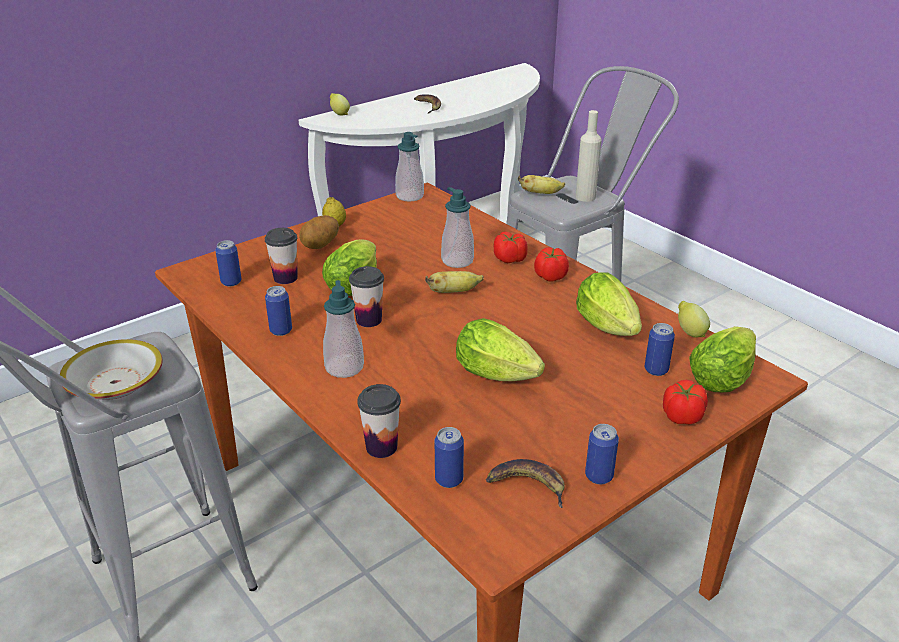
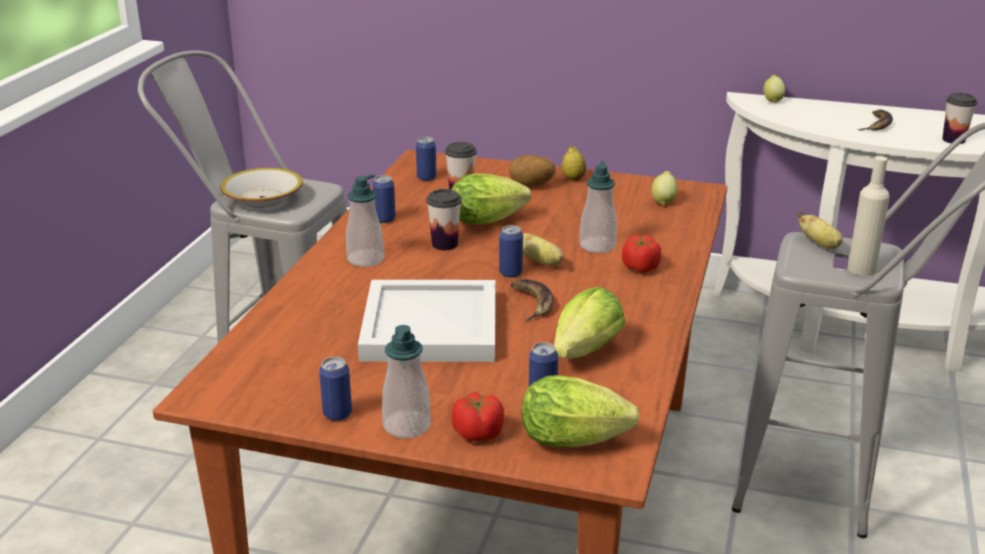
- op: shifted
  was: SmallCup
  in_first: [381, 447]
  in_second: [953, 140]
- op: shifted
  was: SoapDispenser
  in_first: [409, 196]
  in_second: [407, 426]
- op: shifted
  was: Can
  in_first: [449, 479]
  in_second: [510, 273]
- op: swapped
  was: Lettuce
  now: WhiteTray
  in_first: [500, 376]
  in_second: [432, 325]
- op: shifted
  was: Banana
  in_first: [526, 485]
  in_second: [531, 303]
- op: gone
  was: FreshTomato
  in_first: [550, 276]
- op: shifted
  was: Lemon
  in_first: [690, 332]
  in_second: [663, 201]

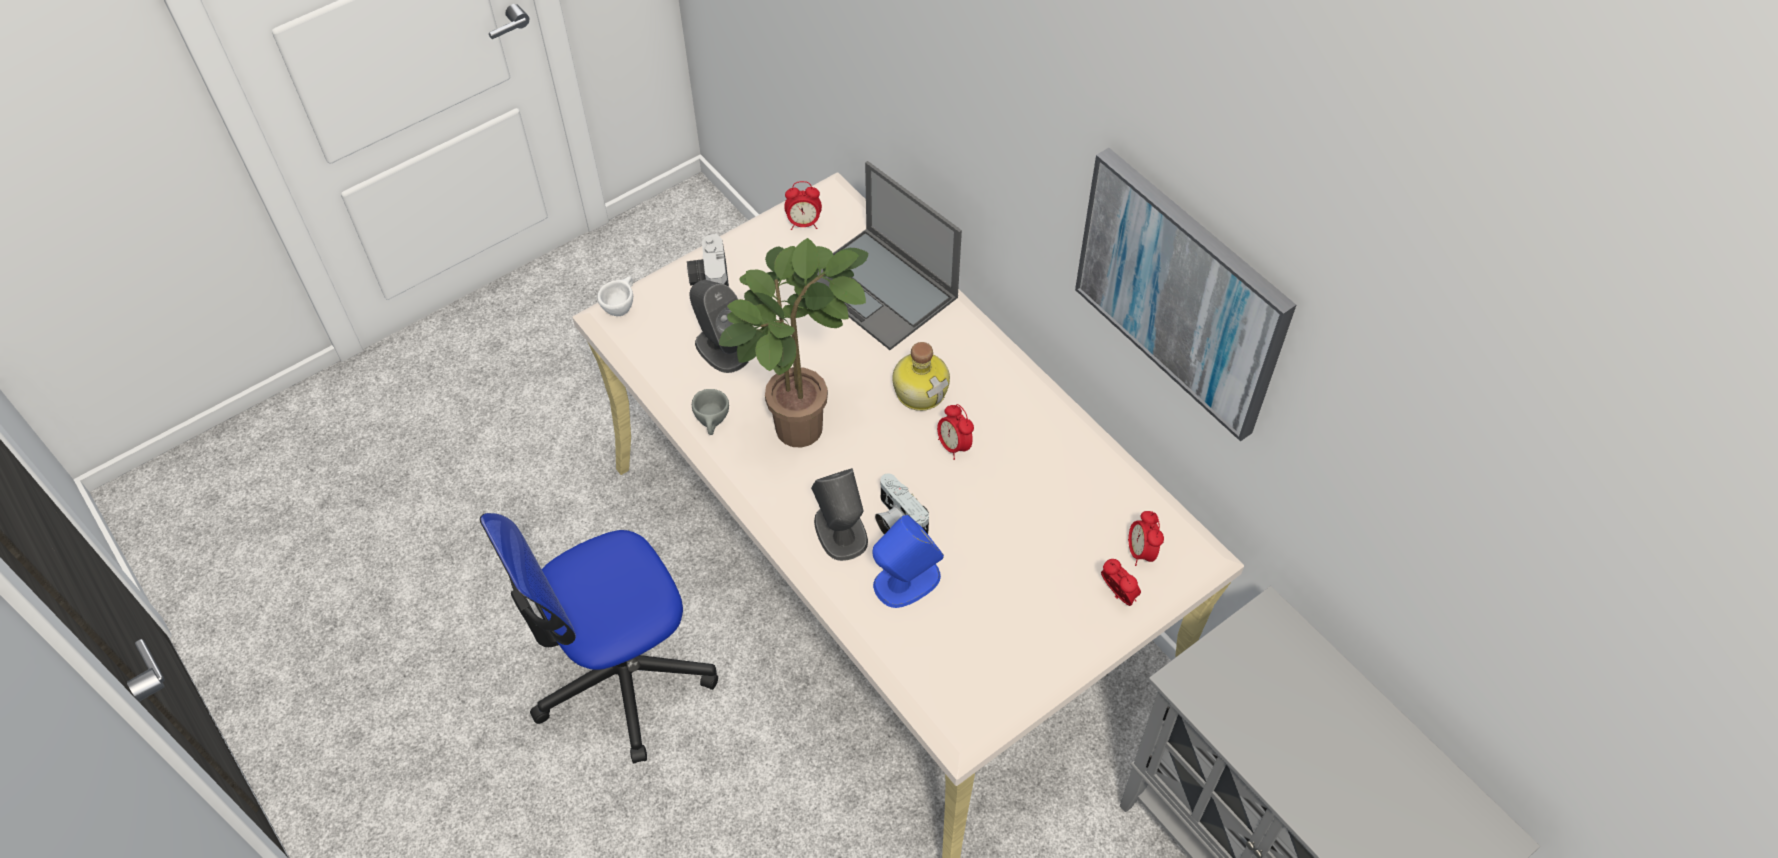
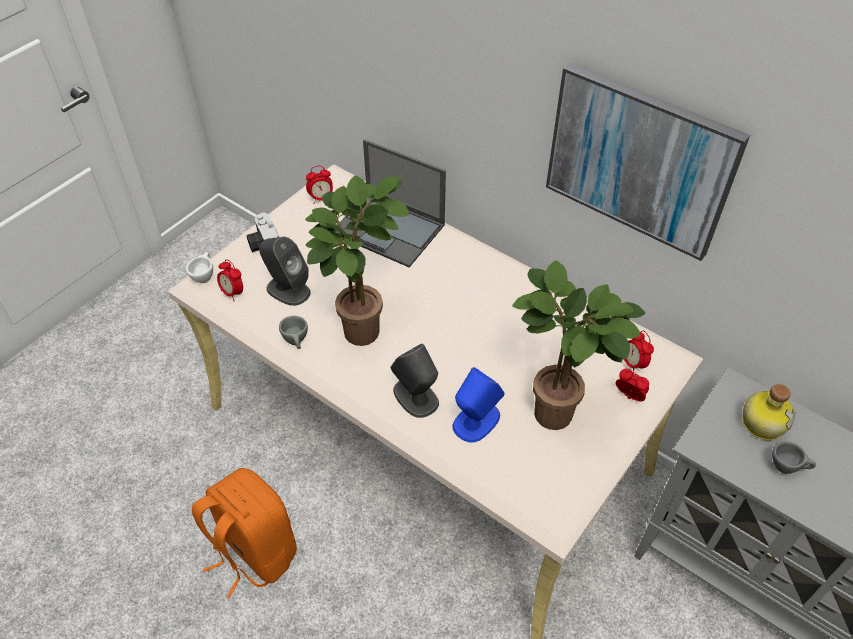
- op: swapped
  was: OfficeChair
  now: OrangeyRucksack
  in_first: [622, 674]
  in_second: [253, 552]
- op: gone
  was: StillCamera
  in_first: [896, 520]
- op: shifted
  was: DrinkBottle
  in_first: [921, 390]
  in_second: [762, 422]
- op: shifted
  was: TableClock
  in_first: [954, 446]
  in_second: [233, 293]
- op: new
  now: PlantInAPot
  in_second: [560, 415]
- op: new
  now: GraySmallCup
  in_second: [787, 468]

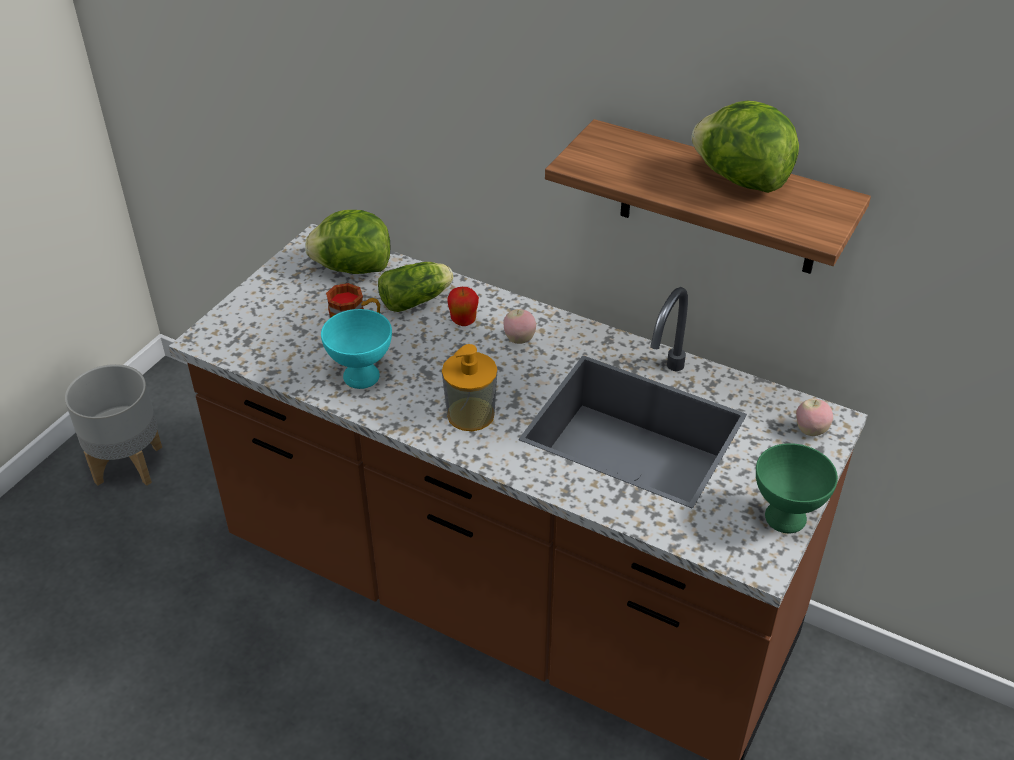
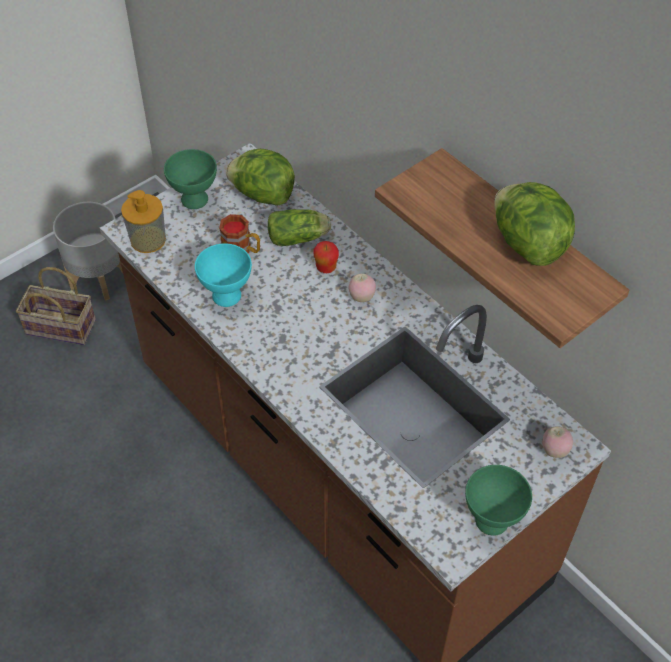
- op: shifted
  was: SoapDispenser
  in_first: [470, 414]
  in_second: [148, 239]
- op: new
  now: StorageBasket
  in_second: [58, 328]
- op: new
  now: GreenColouredServingBowl
  in_second: [193, 199]

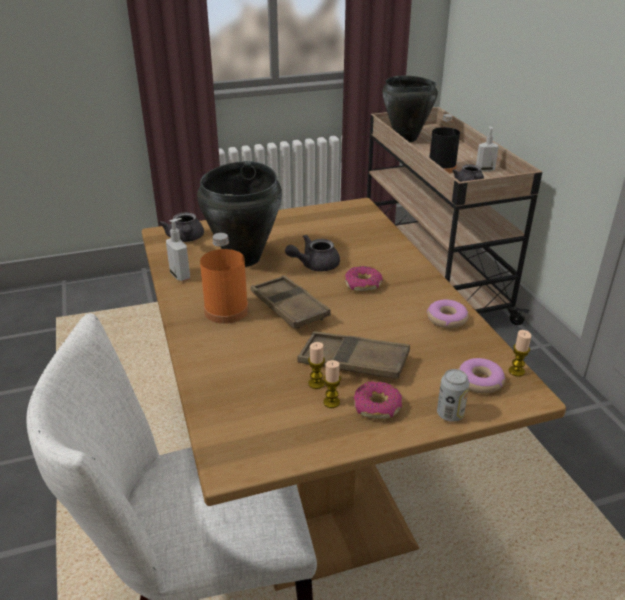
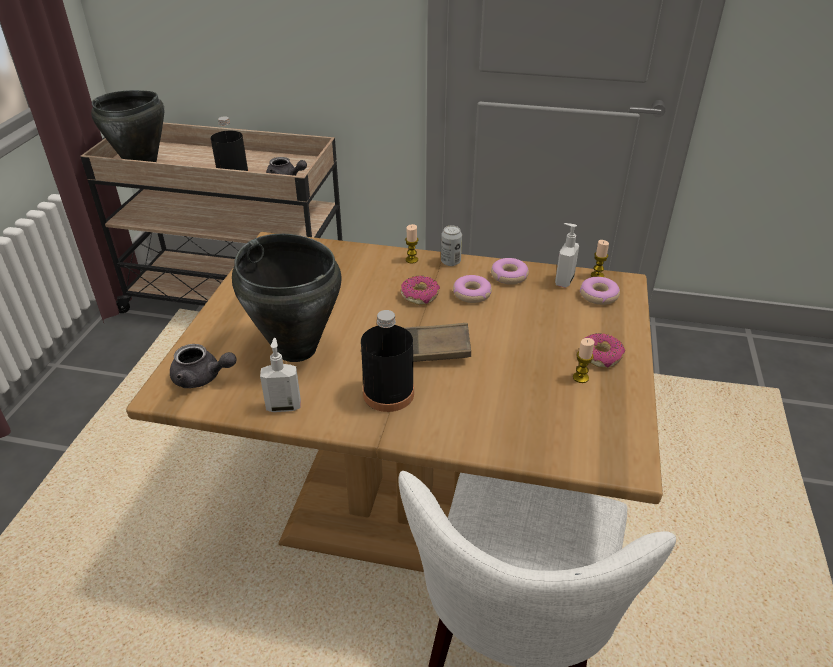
- op: repainted
  was: OrangeyDrinkBottle
  now: BlackishDrinkBottle
  in_first: [226, 310]
  in_second: [388, 393]
- op: gone
  was: GrayTeapot
  in_first: [314, 265]
- op: gone
  was: BrownishTray
  in_first: [353, 361]
- op: shifted
  was: WaxLight
  in_first: [316, 383]
  in_second: [411, 260]
- op: shifted
  was: Can
  in_first: [450, 414]
  in_second: [450, 262]
- op: shifted
  was: SoapDispenser
  in_first: [484, 169]
  in_second: [563, 281]
- op: new
  now: RingDoughnut
  in_second: [472, 294]

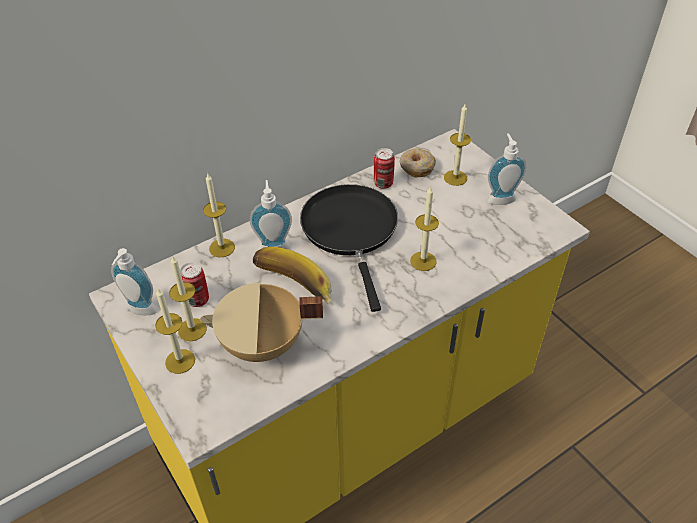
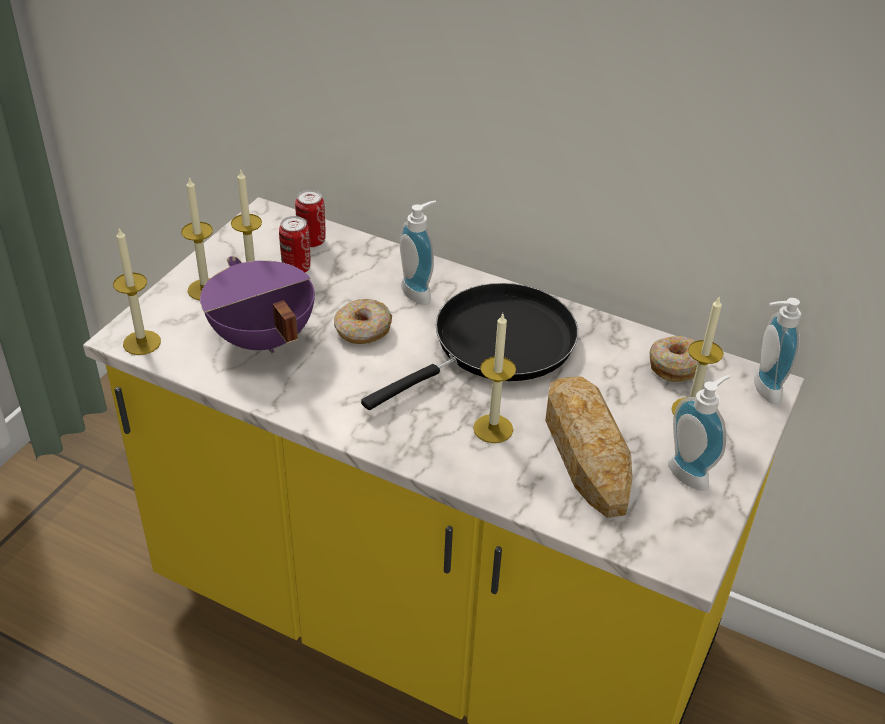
- op: shifted
  was: SoapDispenser
  in_first: [139, 311]
  in_second: [761, 389]
- op: repainted
  was: BeigeColouredSaucepot
  now: PurplishSaucepot
  in_first: [262, 346]
  in_second: [261, 339]
- op: shifted
  was: WaxLight
  in_first: [222, 248]
  in_second: [142, 342]
- op: swapped
  was: Banana
  now: RingDoughnut
  in_first: [292, 287]
  in_second: [363, 330]
- op: shifted
  was: Can
  in_first: [383, 183]
  in_second: [312, 241]
- op: new
  now: BakedBread
  in_second: [585, 451]

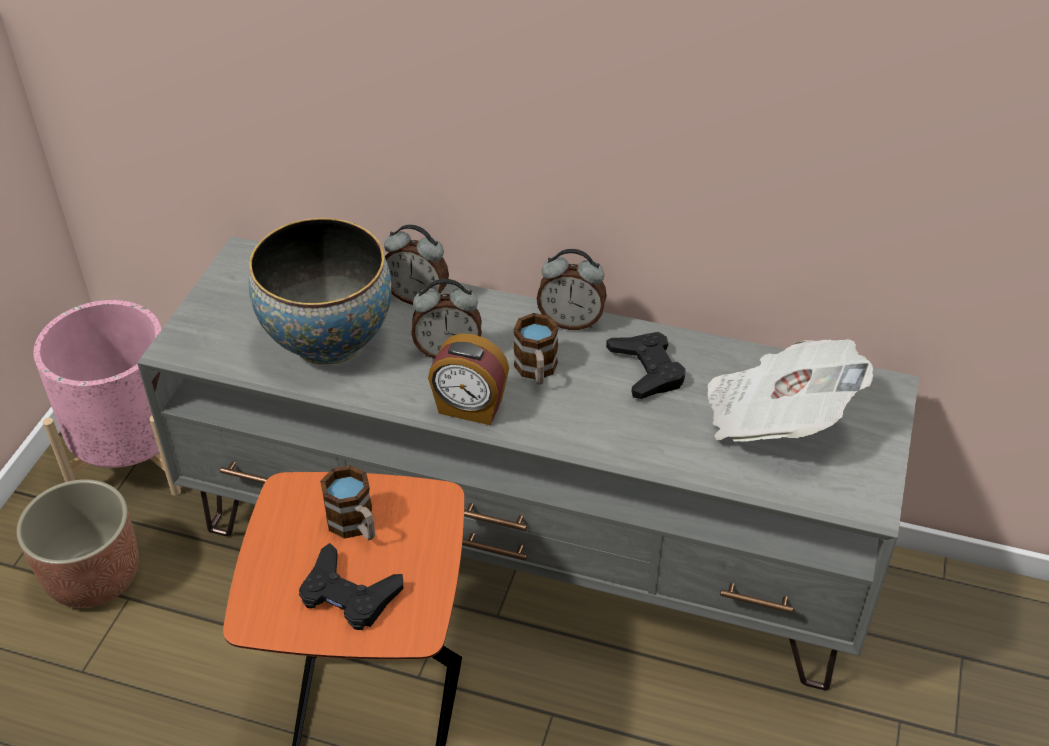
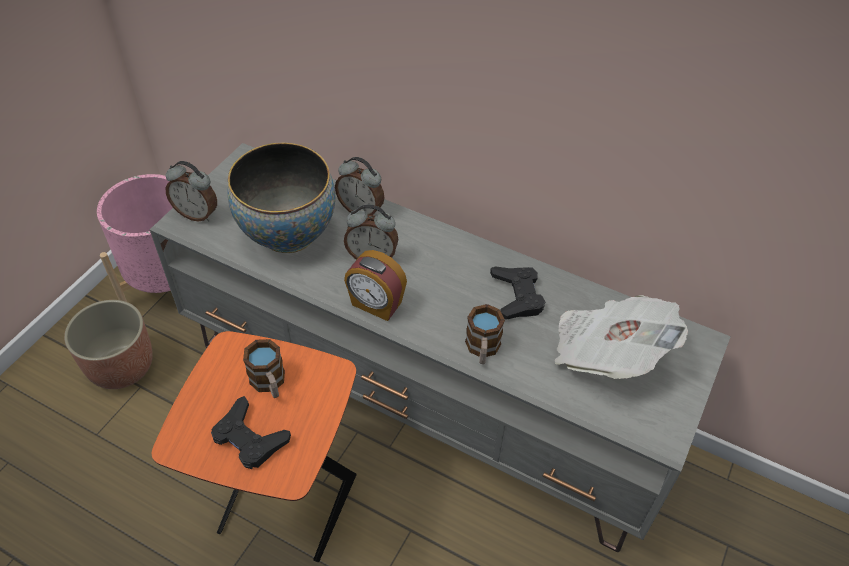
- op: shifted
  was: TeaMug
  in_first: [536, 371]
  in_second: [482, 349]
- op: shifted
  was: TableClock
  in_first: [571, 321]
  in_second: [197, 214]

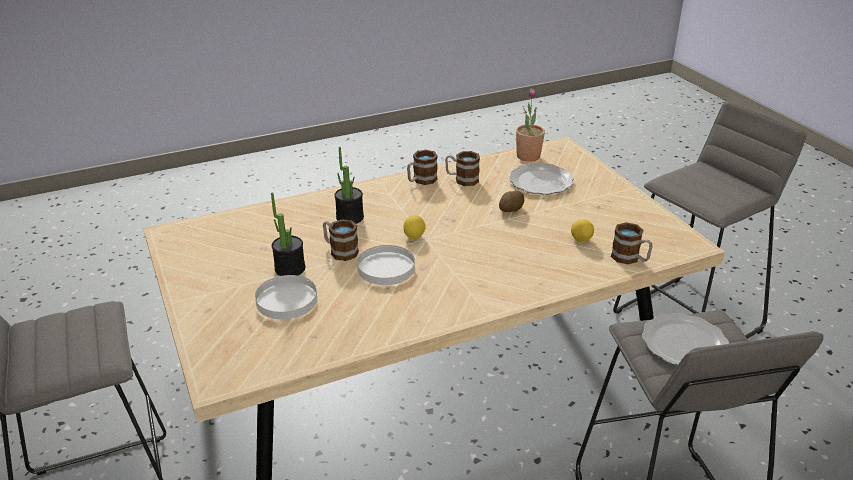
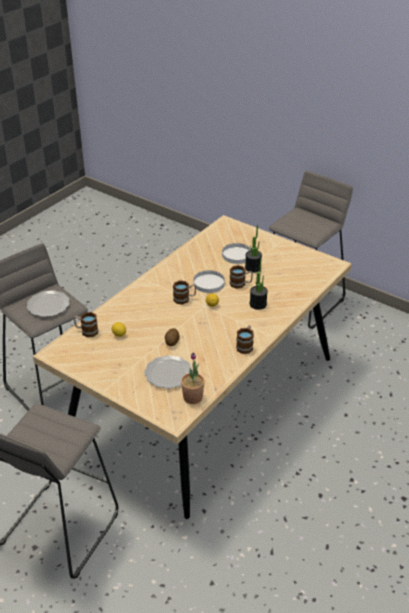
- op: shifted
  was: TeaMug
  in_first: [462, 179]
  in_second: [184, 299]

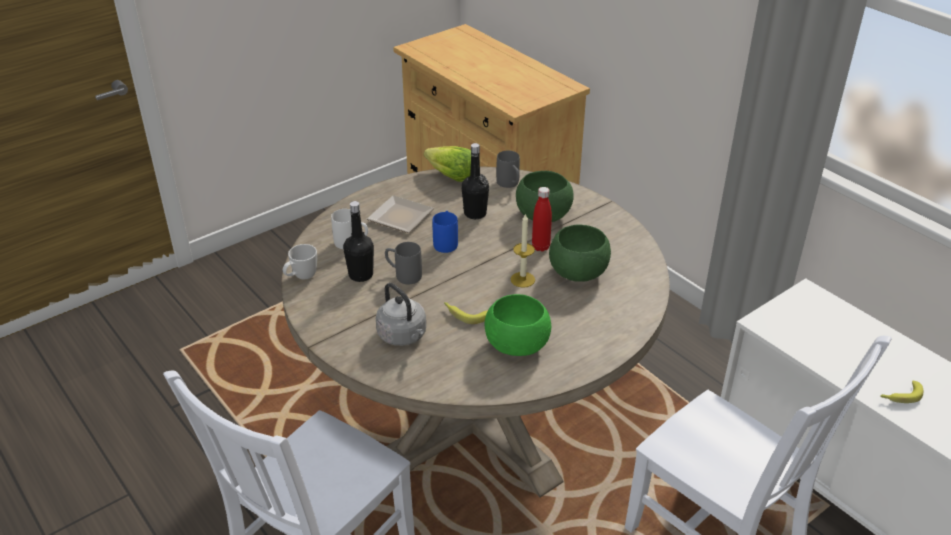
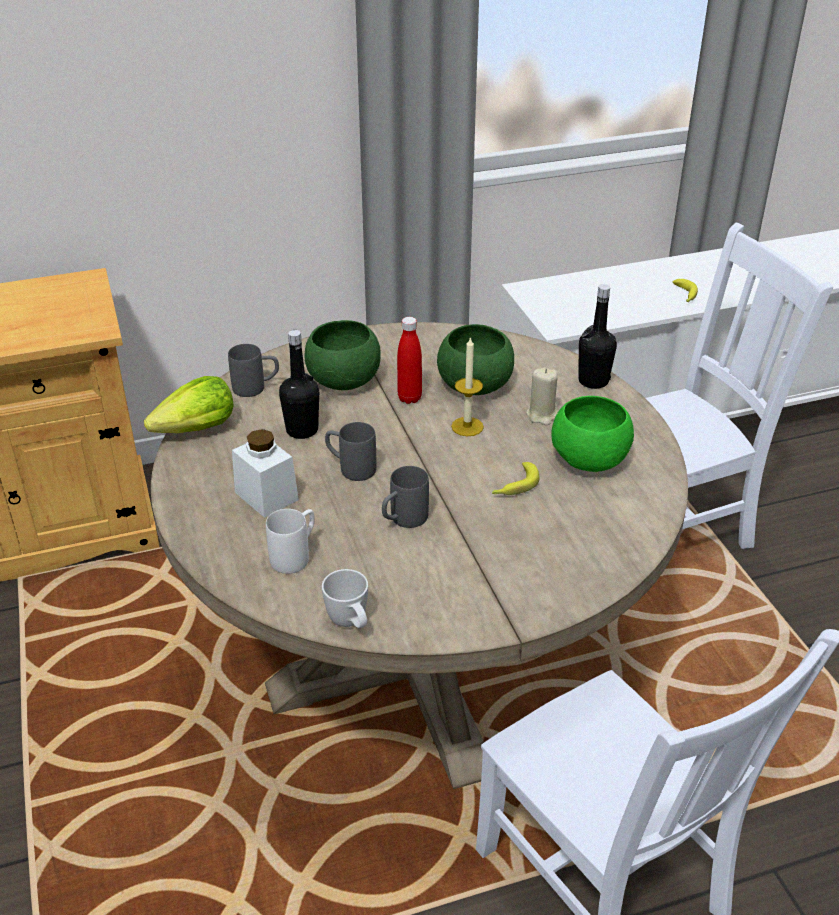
- op: shifted
  was: BlackishDrinkBottle
  in_first: [361, 275]
  in_second: [593, 381]
- op: swapped
  was: Plate
  now: WhiteJar
  in_first: [401, 218]
  in_second: [266, 496]
- op: gone
  was: GrayWaterKettle
  in_first: [403, 336]
- op: repainted
  was: BlueTeaMug
  now: GrayTeaMug
  in_first: [446, 242]
  in_second: [350, 468]
- op: new
  now: BeigeColouredWaxLight
  in_second: [542, 415]

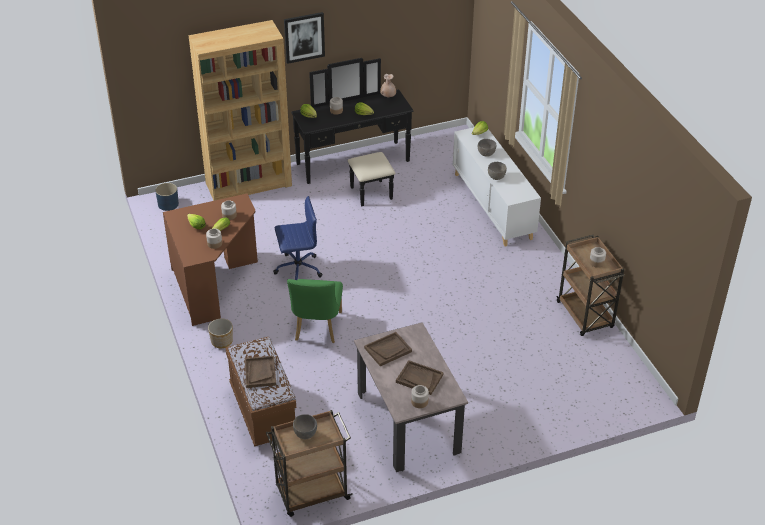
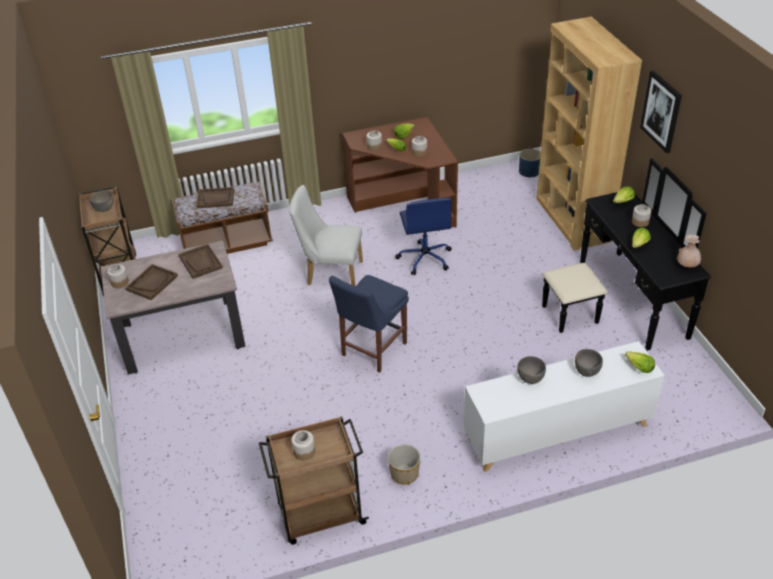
- op: shifted
  was: PlantPot
  in_first: [221, 341]
  in_second: [404, 473]
- op: repainted
  was: GreenColouredChair
  now: WhiteChair
  in_first: [317, 329]
  in_second: [330, 273]
- op: new
  now: BlueChair
  in_second: [372, 351]

